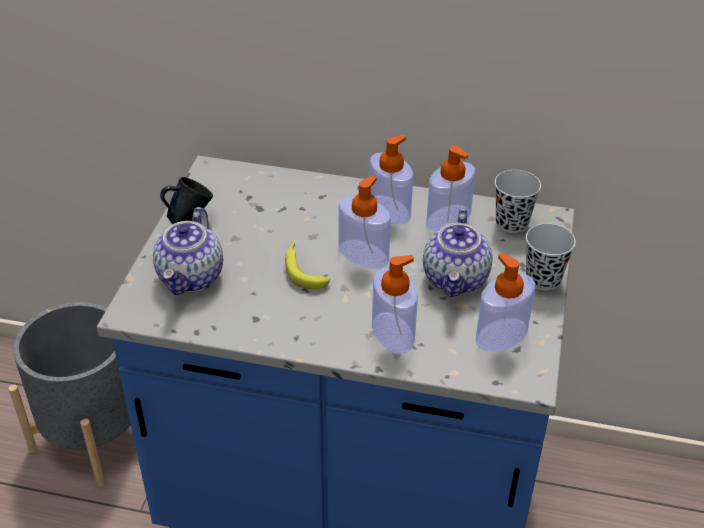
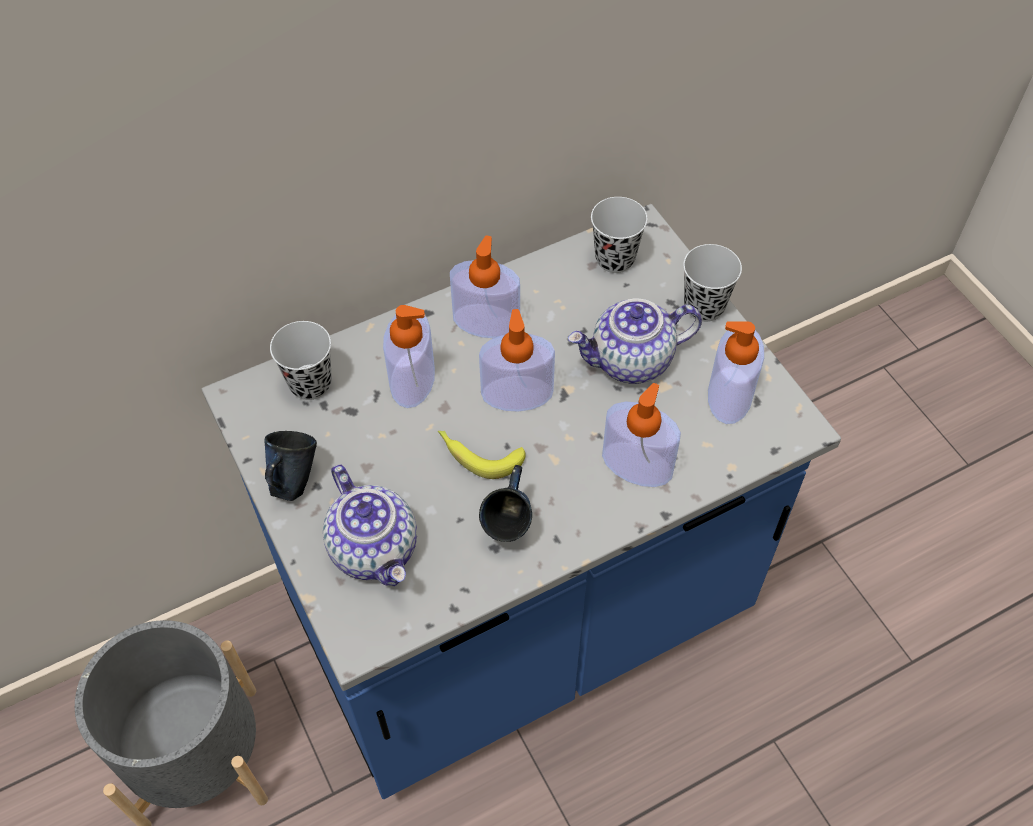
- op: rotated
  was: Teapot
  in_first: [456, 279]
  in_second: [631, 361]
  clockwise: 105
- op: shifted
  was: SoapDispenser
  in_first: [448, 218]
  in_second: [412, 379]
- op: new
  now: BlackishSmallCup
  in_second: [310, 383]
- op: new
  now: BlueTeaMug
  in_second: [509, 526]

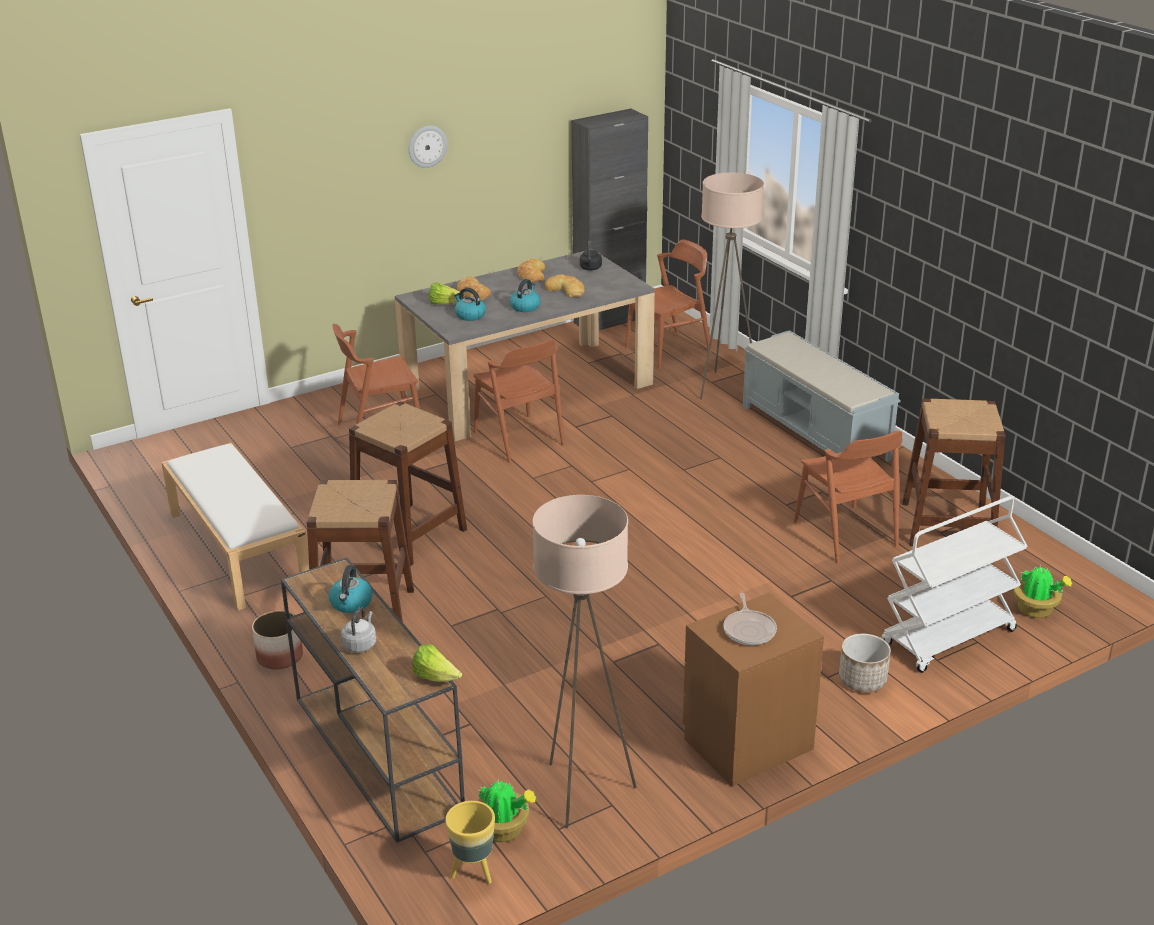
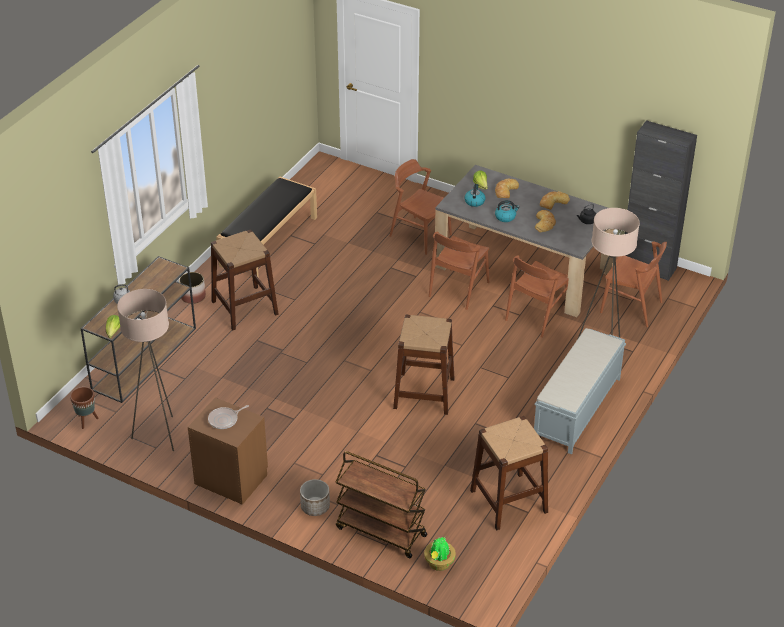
- op: repainted
  was: WhiteLongSeat
  now: BlackishLongSeat
  in_first: [237, 548]
  in_second: [269, 241]
- op: gone
  was: WaterKettle
  in_first: [351, 603]
- op: shifted
  was: BrownishSittingStool
  in_first: [409, 533]
  in_second: [424, 393]
- op: gone
  was: WallClock
  in_first: [427, 146]
- op: repainted
  was: YellowColouredPlantPot
  now: BrownishPlantPot
  in_first: [473, 872]
  in_second: [86, 421]
- op: gone
  was: PlantInAPot
  in_first: [504, 830]
- op: shifted
  was: BrownishChair
  in_first: [845, 534]
  in_second: [537, 315]
- op: repainted
  was: WhiteTrolley
  now: BrownishTrolley
  in_first: [948, 639]
  in_second: [380, 532]

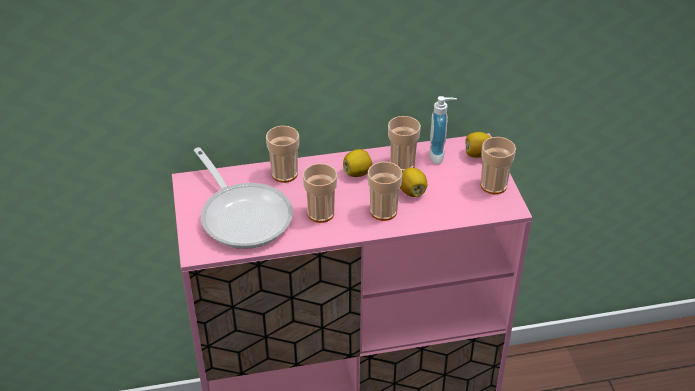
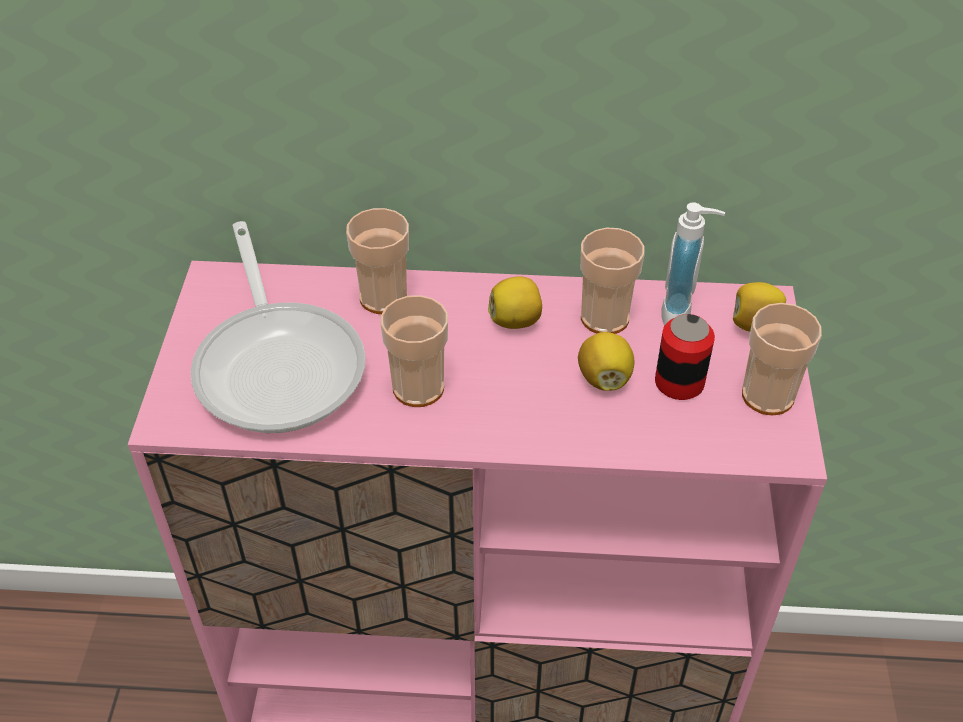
- op: gone
  was: SmallCup
  in_first: [383, 211]
- op: new
  now: Can
  in_second: [679, 382]

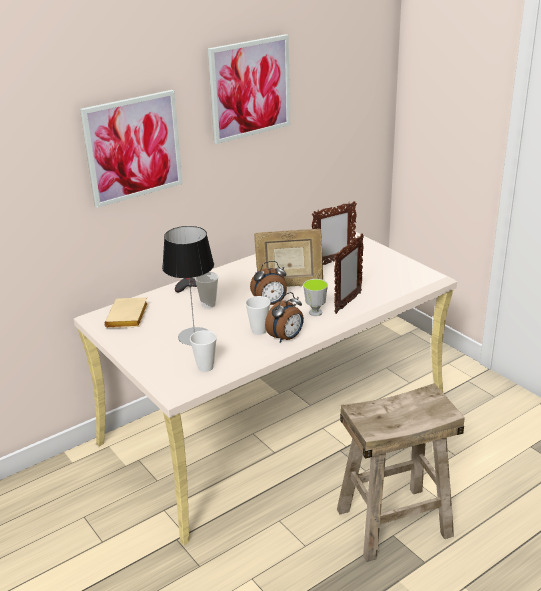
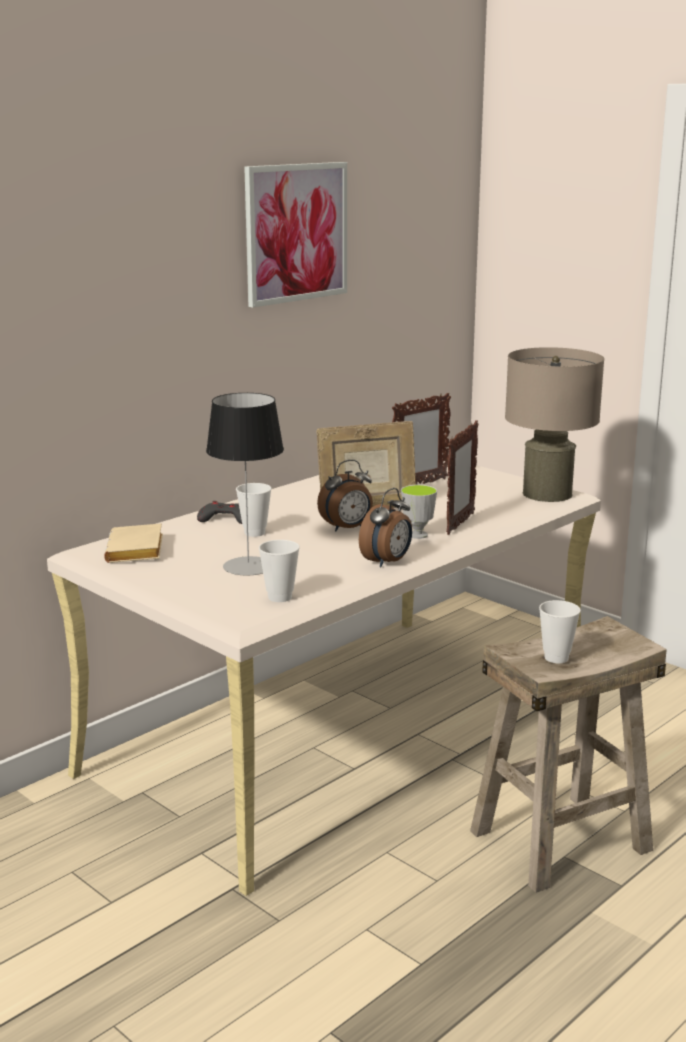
- op: gone
  was: WallPicture
  in_first: [133, 147]
- op: shifted
  was: SmallCup
  in_first: [259, 330]
  in_second: [556, 658]
- op: new
  now: BeigeColouredLampForATable
  in_second: [547, 494]

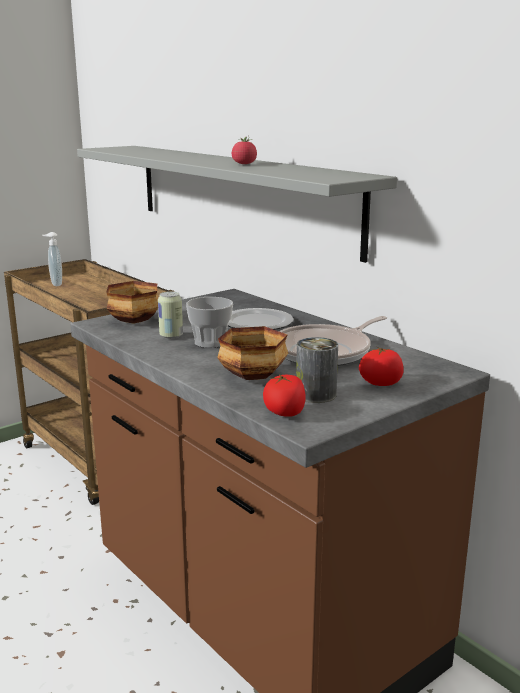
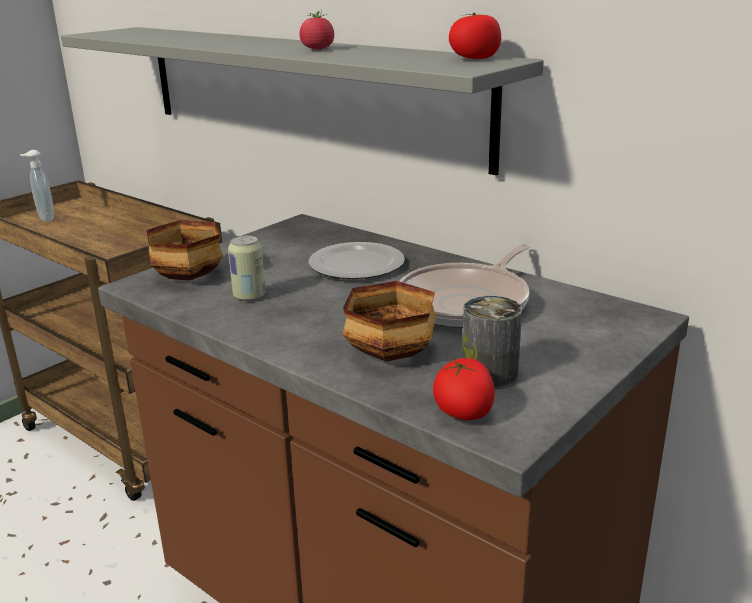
- op: gone
  was: SmallCup
  in_first: [210, 342]
- op: shifted
  was: FreshTomato
  in_first: [380, 383]
  in_second: [474, 58]

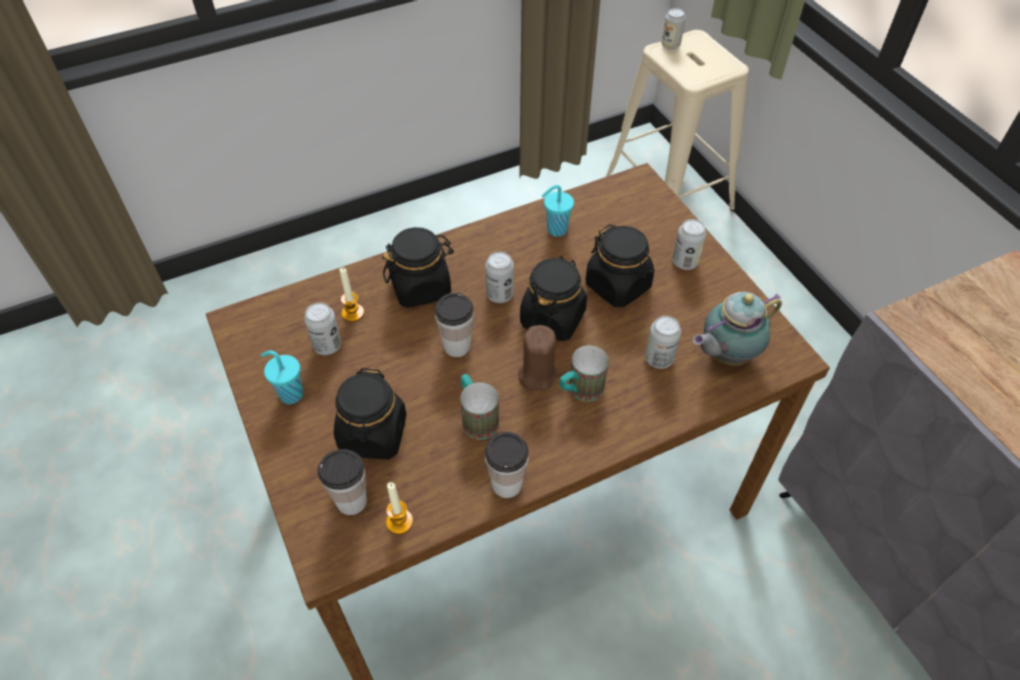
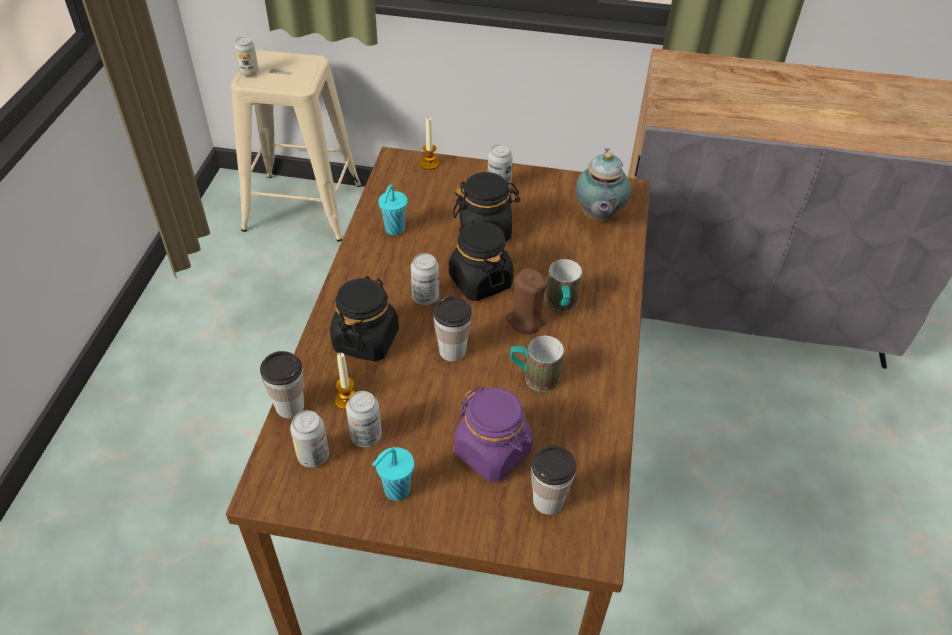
- op: repainted
  was: BlackishJar
  now: PurplishJar
  in_first: [373, 434]
  in_second: [493, 452]
- op: shifted
  was: WaxLight
  in_first: [399, 522]
  in_second: [429, 164]
- op: shifted
  was: SmallCup
  in_first: [506, 484]
  in_second: [290, 407]
- op: shifted
  was: Can
  in_first: [659, 359]
  in_second: [313, 456]

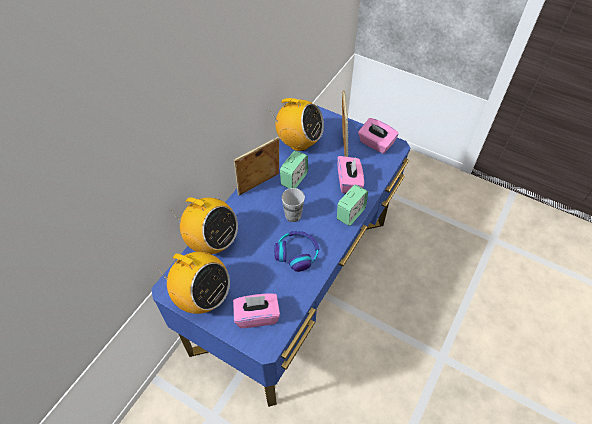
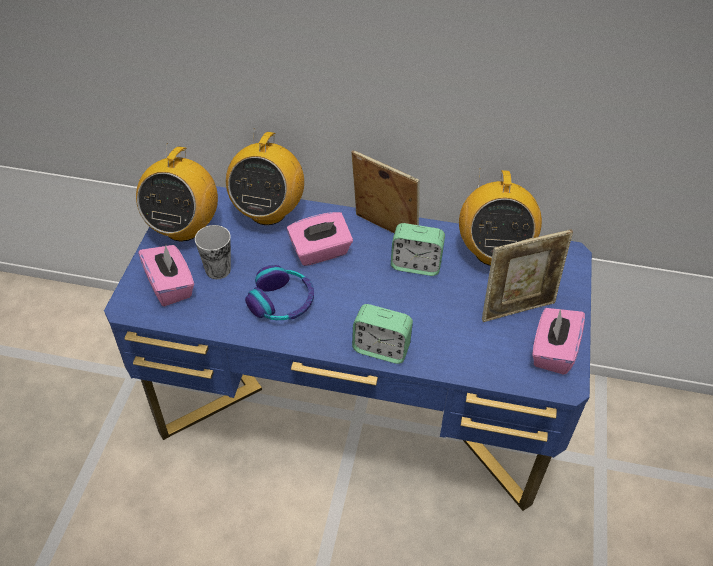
- op: shifted
  was: SmallCup
  in_first: [293, 215]
  in_second: [218, 270]
- op: shifted
  was: PinkishBoxOfTissues
  in_first: [349, 182]
  in_second: [320, 252]

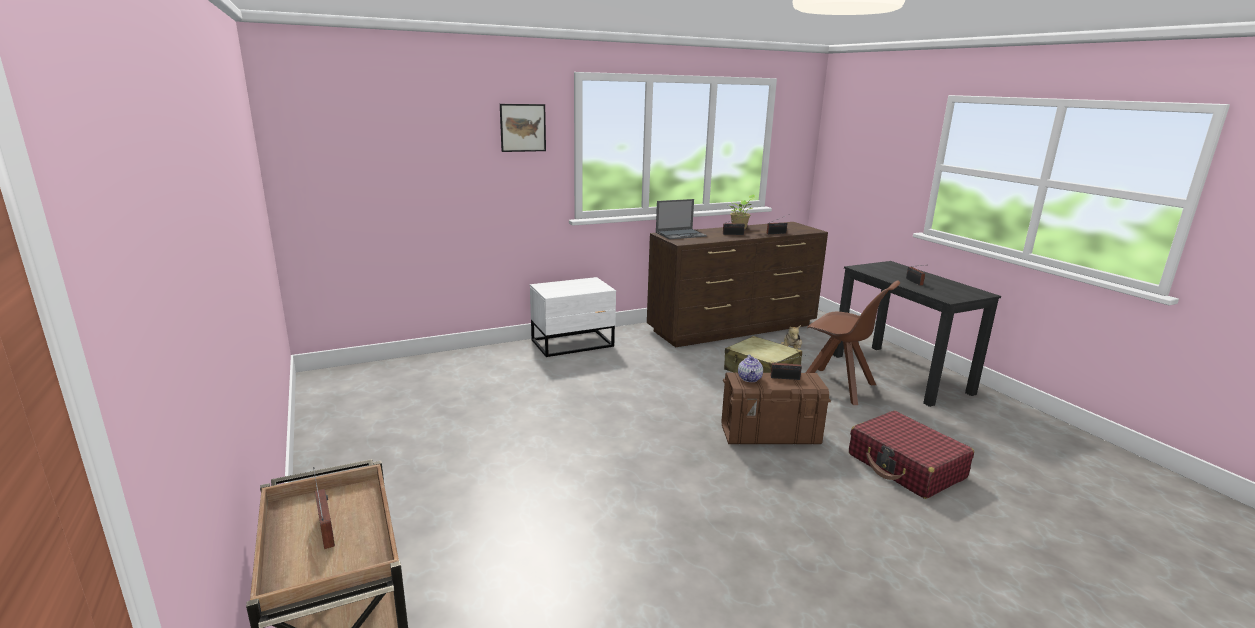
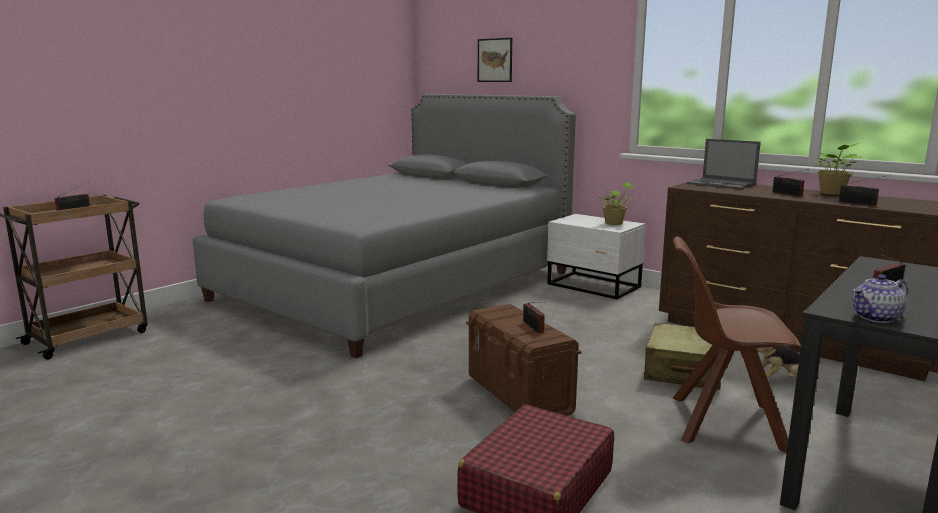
- op: shifted
  was: WallPicture
  in_first: [523, 127]
  in_second: [495, 60]
- op: shifted
  was: Teapot
  in_first: [750, 379]
  in_second: [876, 318]
- op: rotated
  was: BrownishChair
  in_first: [838, 387]
  in_second: [723, 423]
  clockwise: 90
- op: new
  now: GrayBedroomBed
  in_second: [397, 286]
- op: new
  now: PlantInAPot
  in_second: [615, 223]

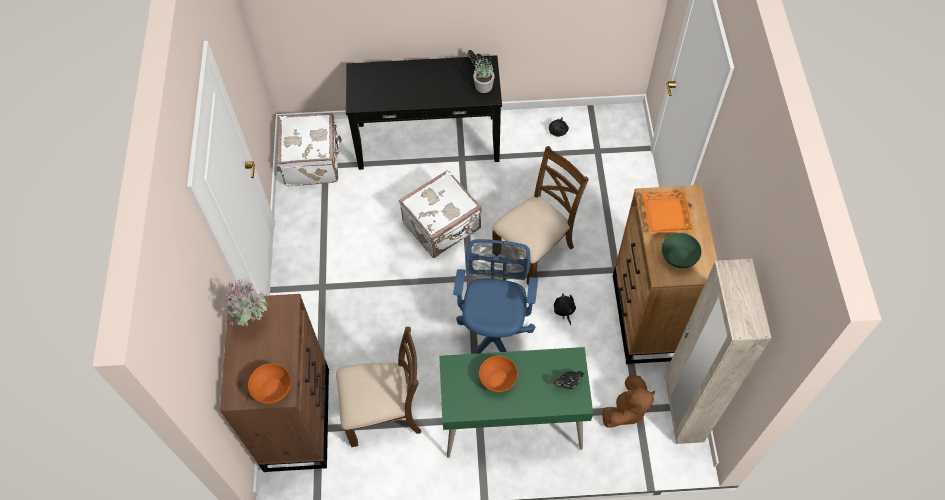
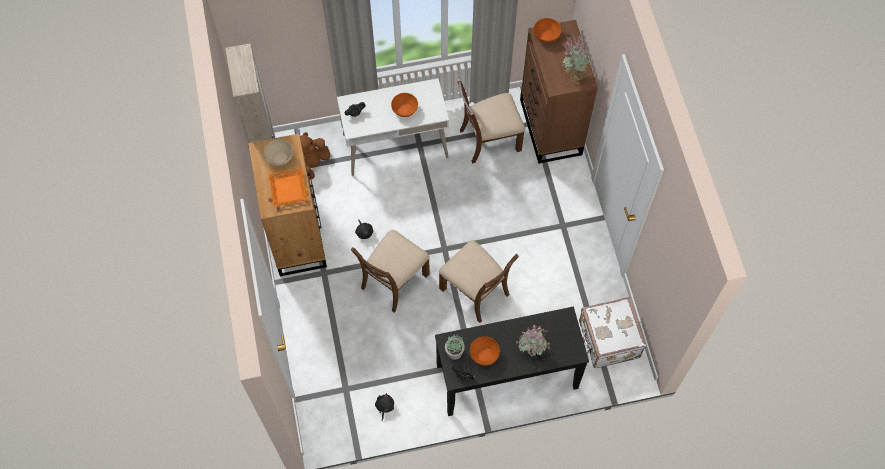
- op: swapped
  was: WhiteTravelCase
  now: BrownishChair
  in_first: [443, 227]
  in_second: [475, 291]
- op: repainted
  was: GreenColouredDesk
  now: WhiteDesk
  in_first: [512, 421]
  in_second: [395, 146]
- op: gone
  was: BlueOfficeChair
  in_first: [494, 335]
- op: repainted
  was: GreenColouredServingBowl
  now: BeigeColouredServingBowl
  in_first: [679, 257]
  in_second: [279, 157]
- op: new
  now: OrangeyServingBowl
  in_second: [484, 354]
- op: new
  now: PlantInAPot
  in_second: [531, 350]

